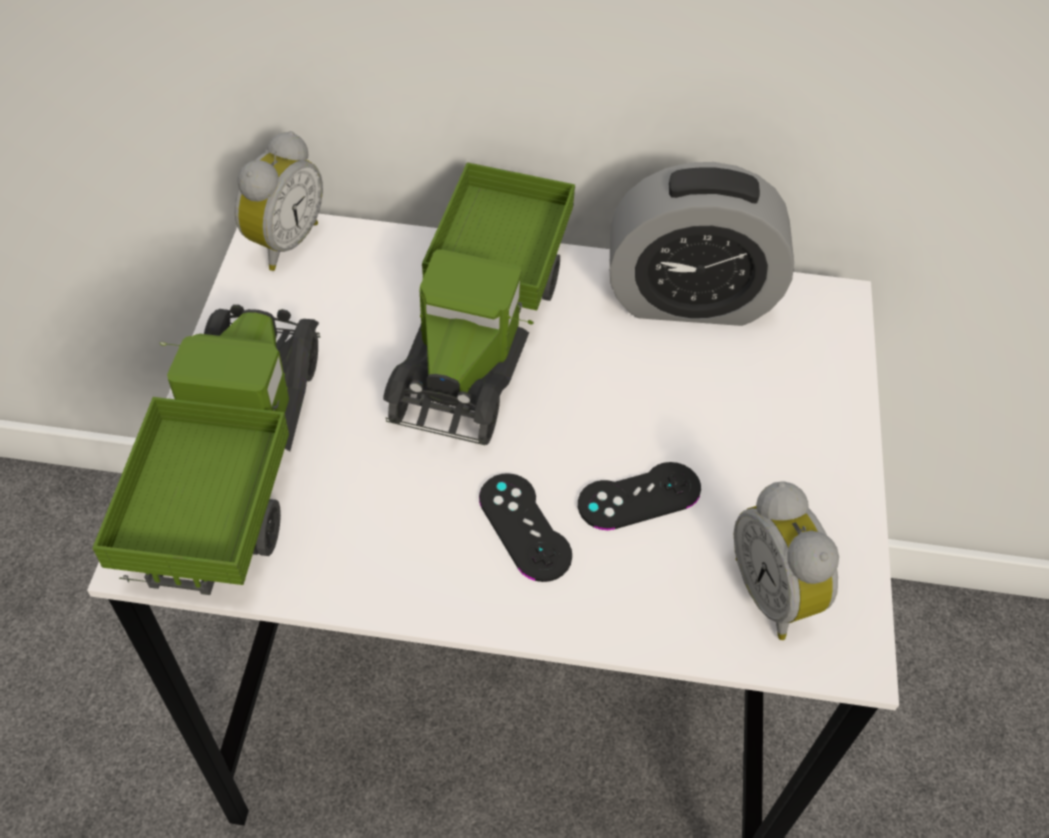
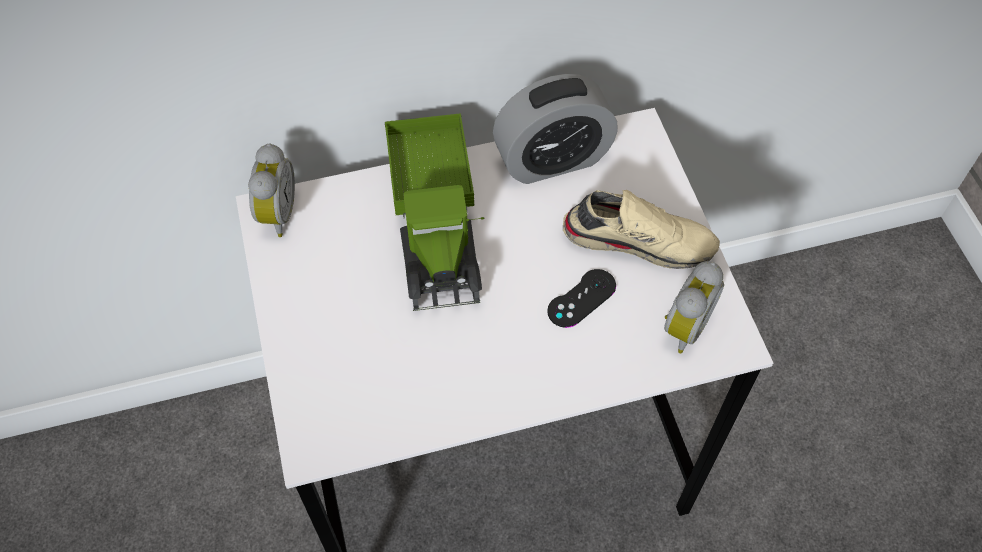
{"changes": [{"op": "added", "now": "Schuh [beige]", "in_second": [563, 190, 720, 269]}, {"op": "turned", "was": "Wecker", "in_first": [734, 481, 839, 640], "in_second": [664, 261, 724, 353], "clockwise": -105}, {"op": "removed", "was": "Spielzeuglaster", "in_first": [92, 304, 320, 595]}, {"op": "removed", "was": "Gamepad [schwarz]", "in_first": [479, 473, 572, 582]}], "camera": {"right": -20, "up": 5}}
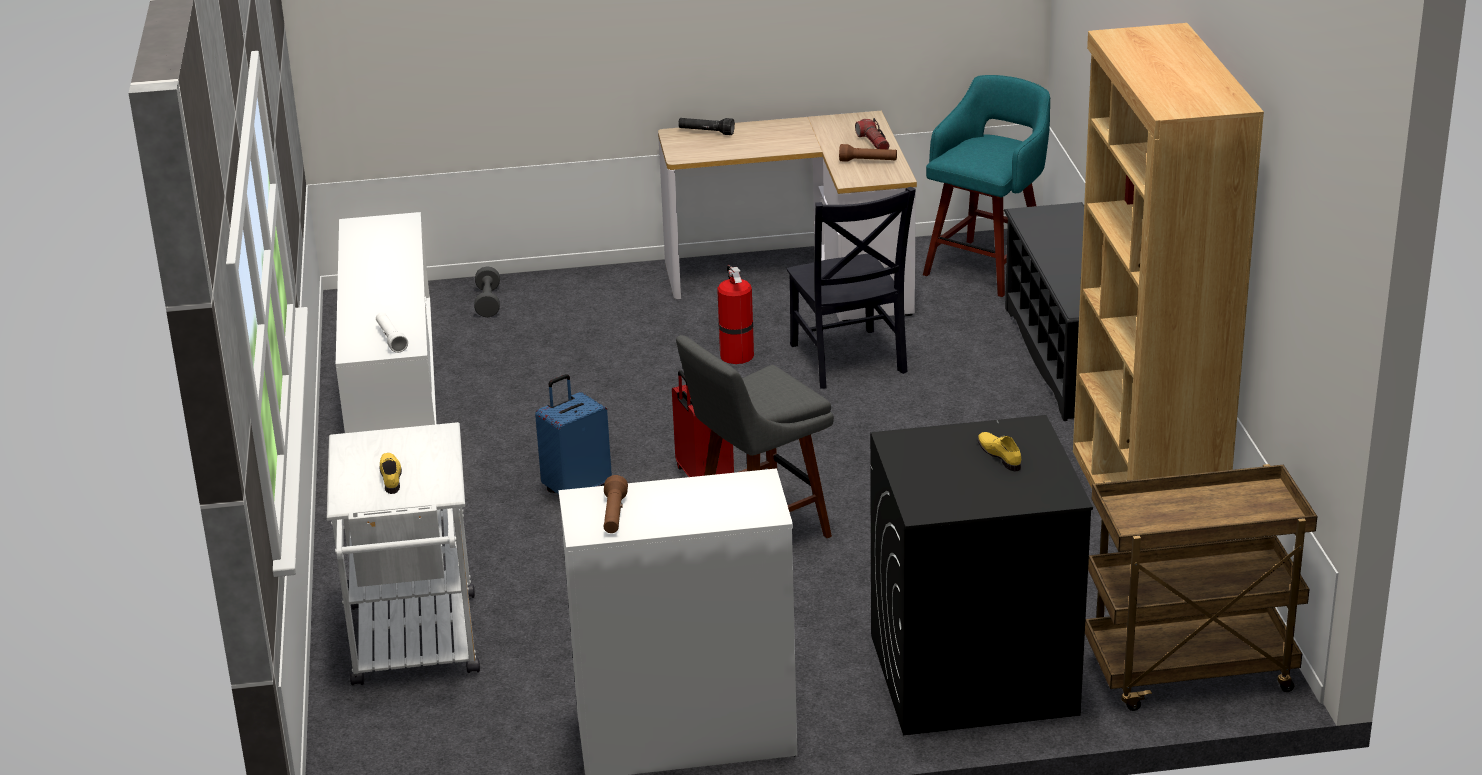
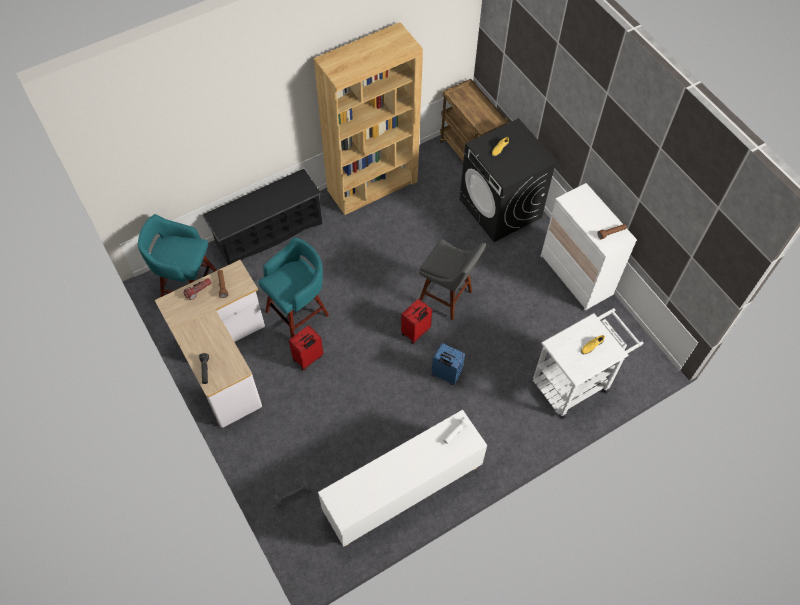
{"changes": [{"op": "replaced", "was": "Stuhl [schwarz]", "now": "Hocker [türkis]", "in_first": [786, 187, 916, 389], "in_second": [258, 237, 329, 338]}, {"op": "replaced", "was": "Feuerlöscher", "now": "Koffer [rot]", "in_first": [717, 265, 754, 364], "in_second": [289, 325, 323, 371]}], "camera": {"right": -115, "up": 30}}
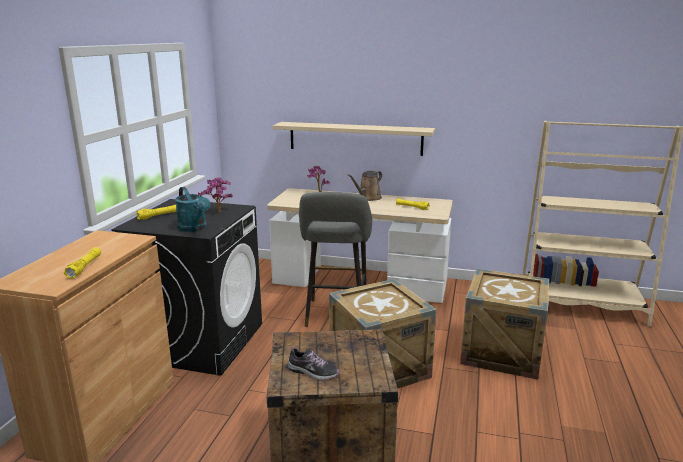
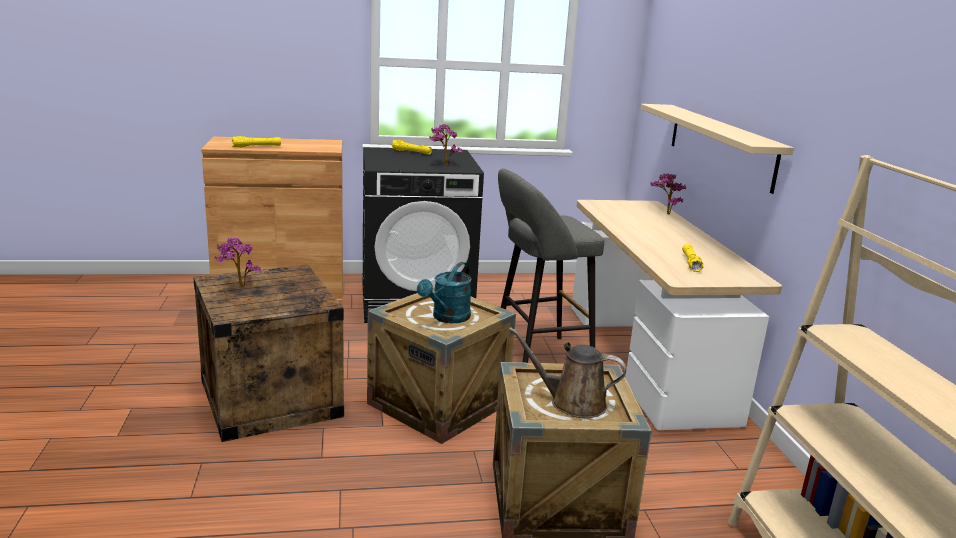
{"changes": [{"op": "replaced", "was": "Schuh", "now": "Topfpflanze", "in_first": [288, 346, 340, 380], "in_second": [214, 238, 261, 287]}, {"op": "moved", "was": "Gießkanne [türkis]", "in_first": [175, 187, 210, 232], "in_second": [417, 262, 472, 323]}, {"op": "moved", "was": "Gießkanne [braun]", "in_first": [348, 171, 382, 201], "in_second": [509, 327, 626, 418]}], "camera": {"right": 65, "up": 0}}
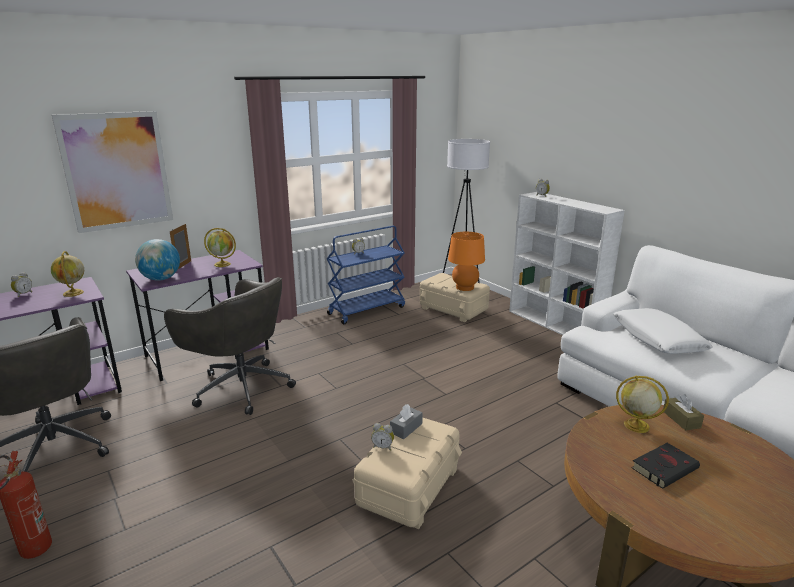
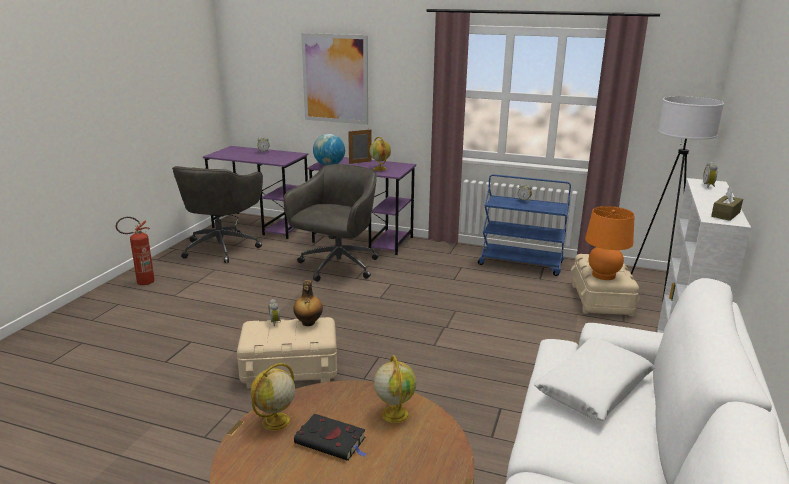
{"changes": [{"op": "moved", "was": "Globus", "in_first": [51, 251, 84, 297], "in_second": [251, 363, 295, 431]}, {"op": "turned", "was": "Bürostuhl [grau]", "in_first": [164, 277, 296, 415], "in_second": [283, 164, 378, 282], "clockwise": -150}, {"op": "replaced", "was": "Taschentuchbox [grau]", "now": "Flasche", "in_first": [390, 404, 423, 439], "in_second": [293, 280, 323, 326]}, {"op": "moved", "was": "Taschentuchbox [braun]", "in_first": [663, 394, 704, 431], "in_second": [711, 187, 743, 221]}], "camera": {"right": 55, "up": 0}}
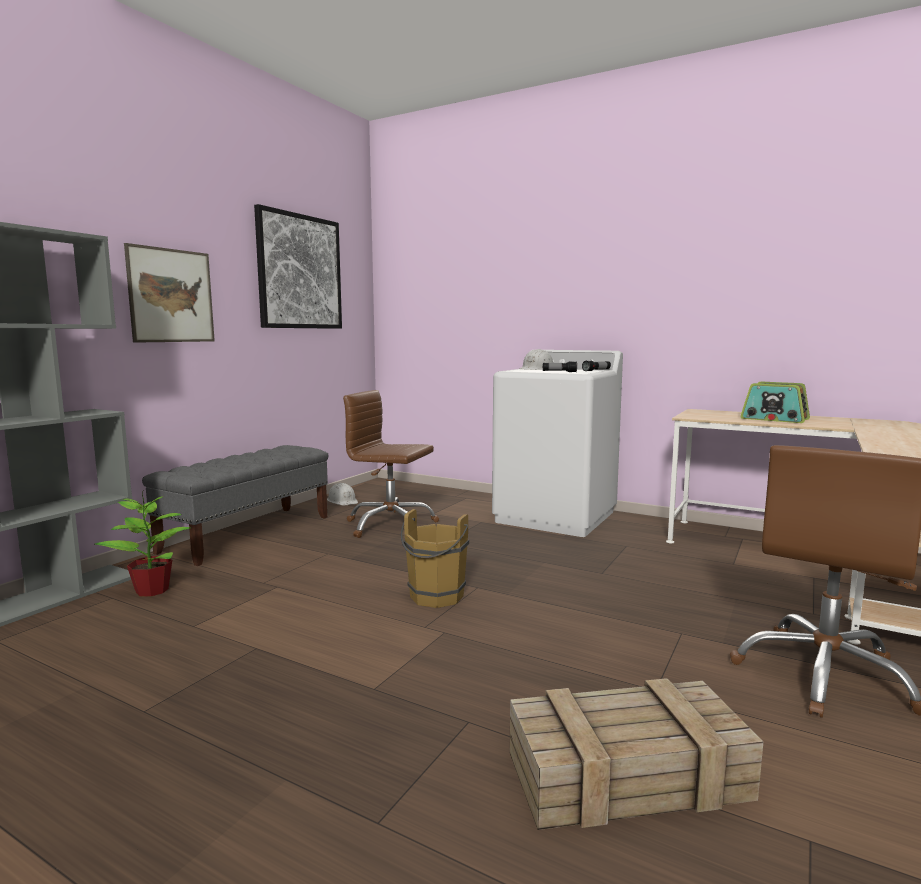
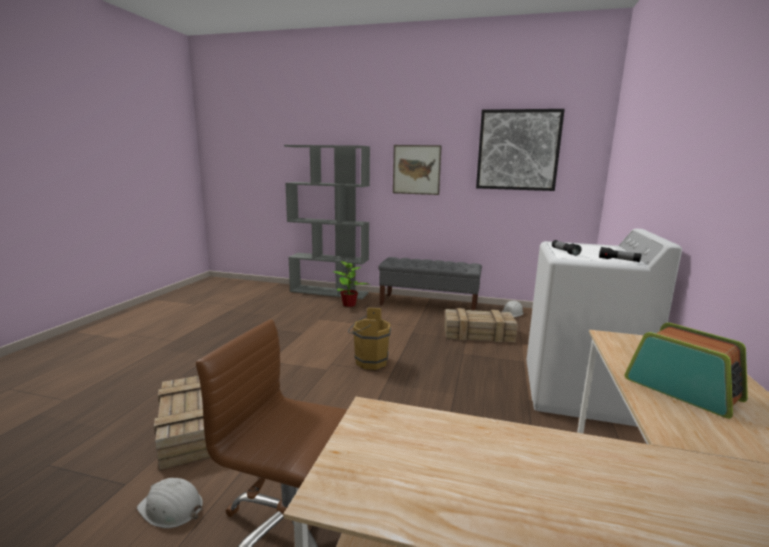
{"changes": [{"op": "moved", "was": "Schutzhelm [weiß]", "in_first": [519, 349, 553, 370], "in_second": [137, 478, 203, 528]}, {"op": "replaced", "was": "Bürostuhl [braun]", "now": "Kiste", "in_first": [343, 390, 439, 538], "in_second": [444, 308, 518, 342]}, {"op": "turned", "was": "Radio", "in_first": [740, 381, 810, 423], "in_second": [625, 322, 748, 419], "clockwise": 120}], "camera": {"right": 75, "up": 5}}
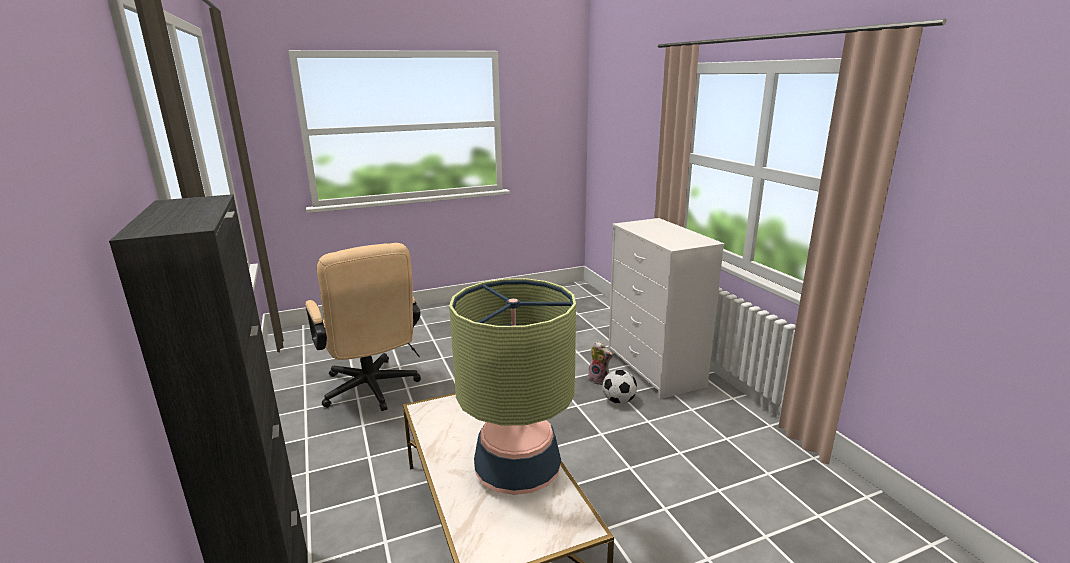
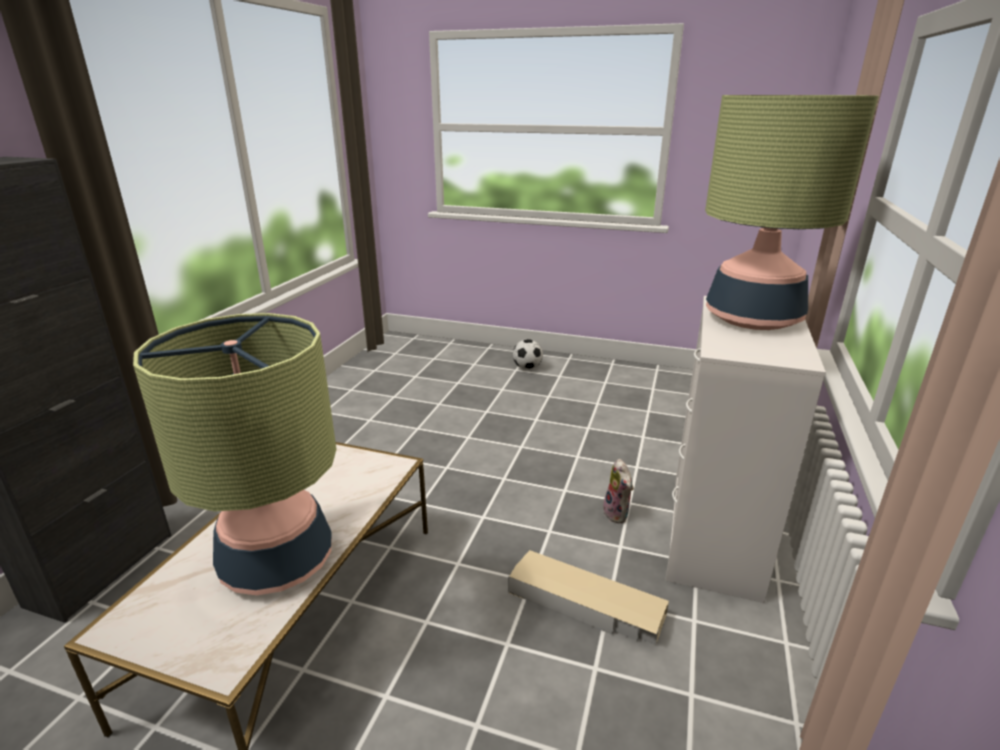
{"changes": [{"op": "added", "now": "Aufbewahrungsbox [beige]", "in_second": [508, 550, 669, 645]}, {"op": "moved", "was": "Fußball", "in_first": [603, 370, 637, 404], "in_second": [513, 339, 543, 370]}, {"op": "added", "now": "Tischlampe", "in_second": [705, 95, 879, 330]}, {"op": "removed", "was": "Bürostuhl [beige]", "in_first": [305, 243, 421, 411]}], "camera": {"right": 40, "up": 5}}
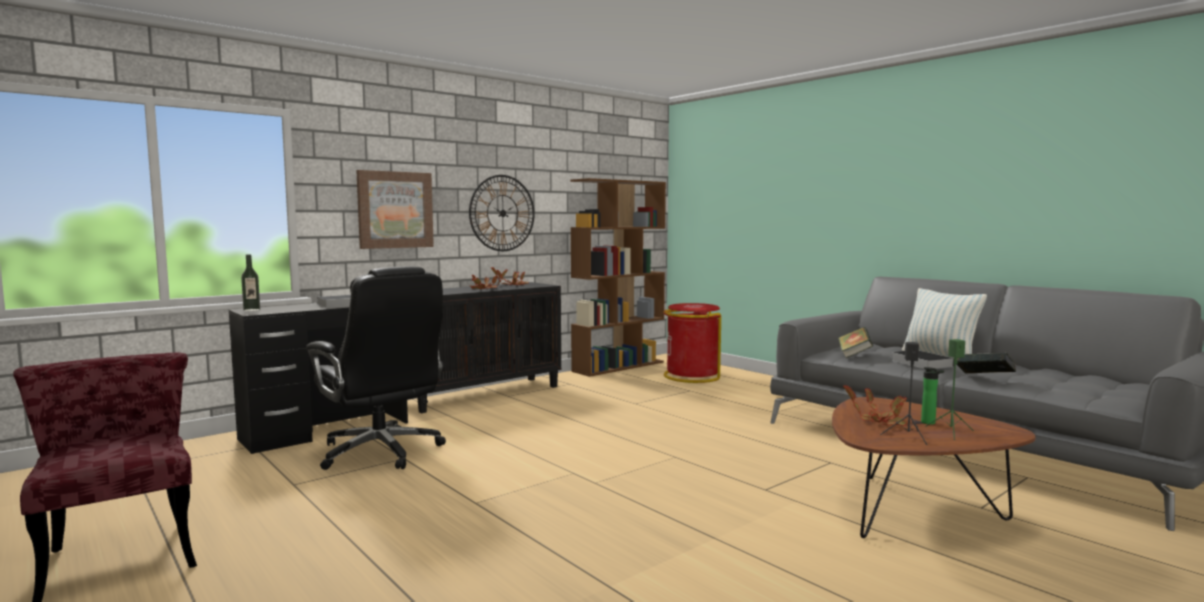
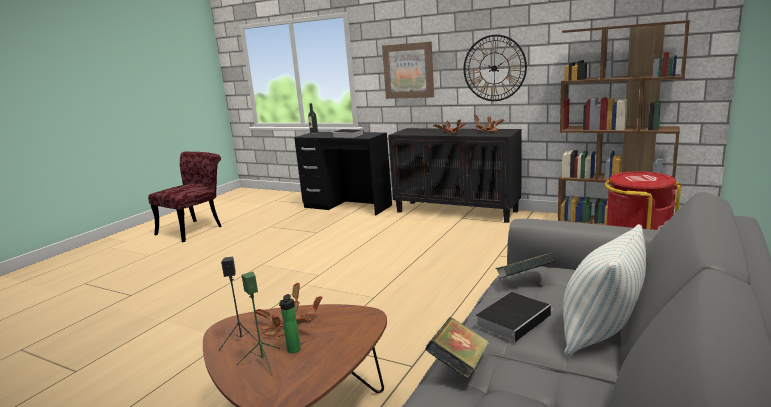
{"changes": [{"op": "removed", "was": "Bürostuhl [schwarz]", "in_first": [306, 266, 446, 470]}], "camera": {"right": 70, "up": 10}}
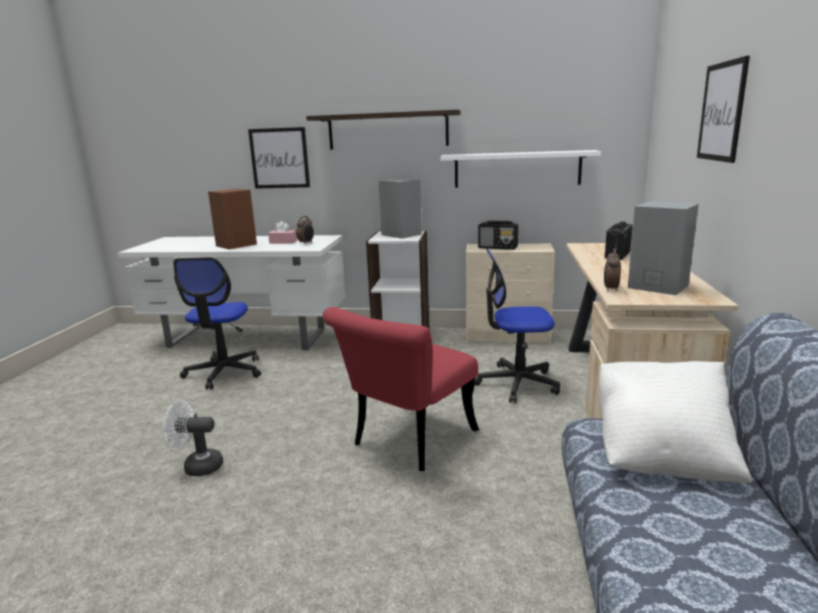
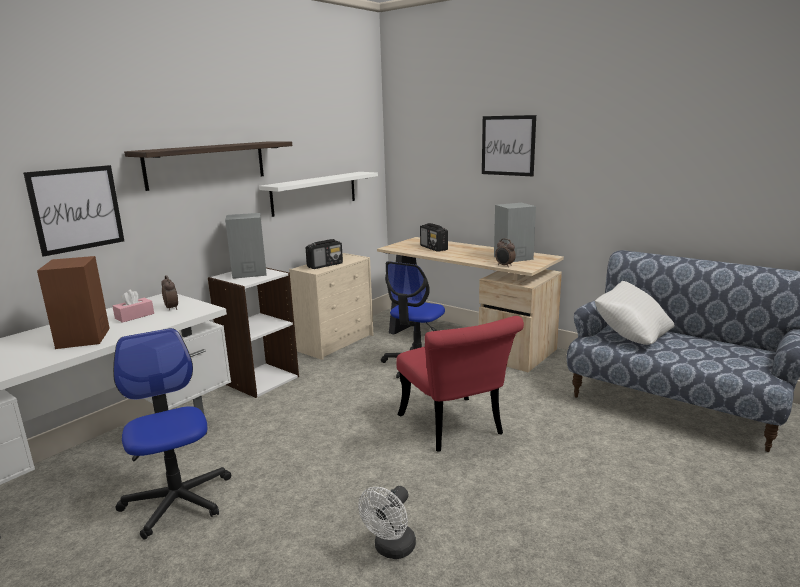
{"changes": [{"op": "turned", "was": "Bürostuhl", "in_first": [173, 257, 261, 390], "in_second": [113, 328, 231, 540], "clockwise": -150}], "camera": {"right": -60, "up": 0}}
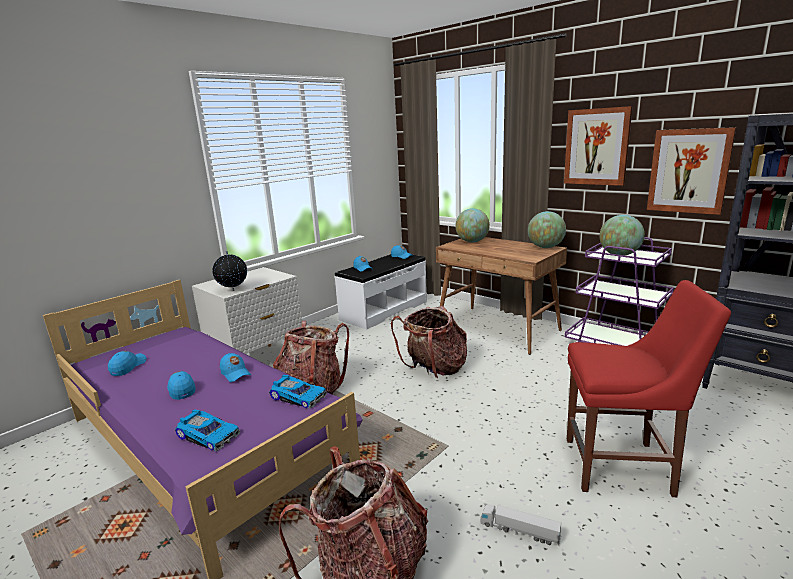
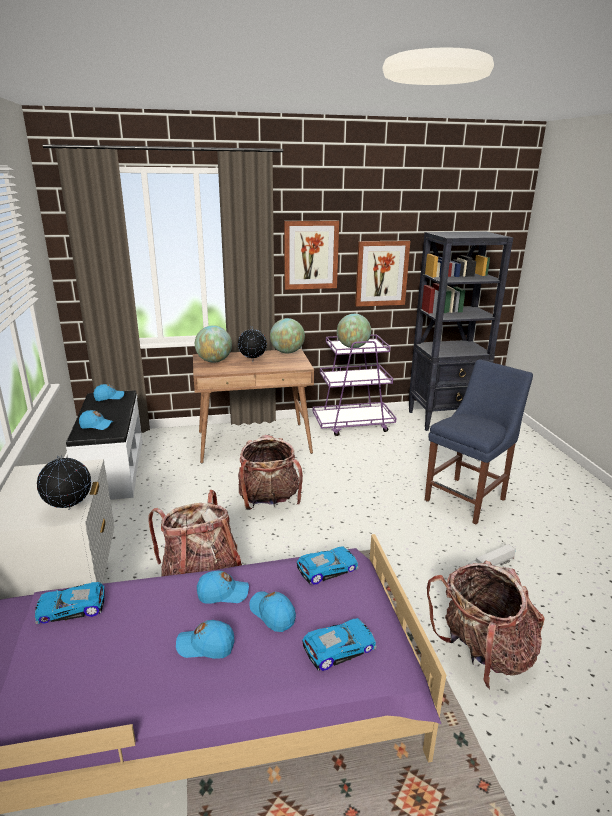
{"changes": [{"op": "added", "now": "Spielzeugauto", "in_second": [35, 582, 105, 624]}, {"op": "added", "now": "Globus", "in_second": [238, 329, 267, 362]}, {"op": "moved", "was": "Kappe [blau]", "in_first": [108, 351, 146, 376], "in_second": [249, 591, 296, 632]}, {"op": "recoloured", "was": "Stuhl [rot]", "now": "Stuhl [blau]", "in_first": [567, 280, 731, 497], "in_second": [425, 359, 533, 524]}], "camera": {"right": -55, "up": 5}}
